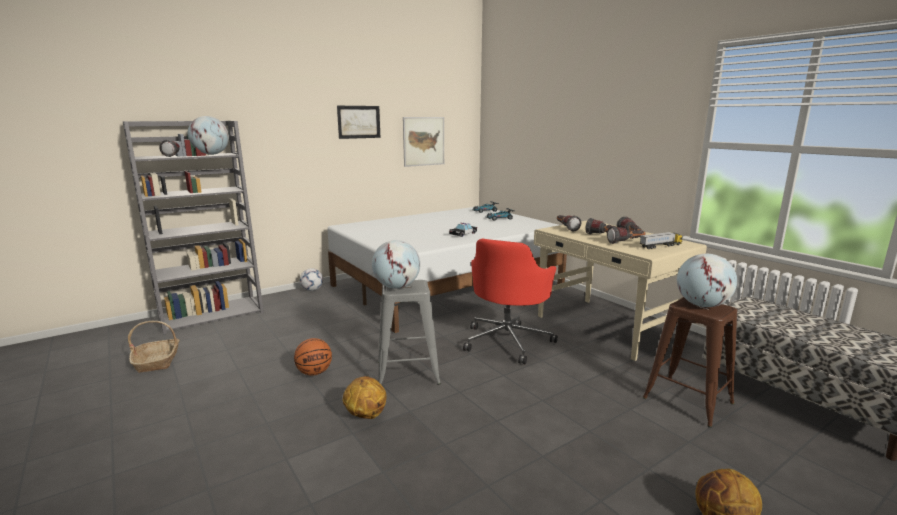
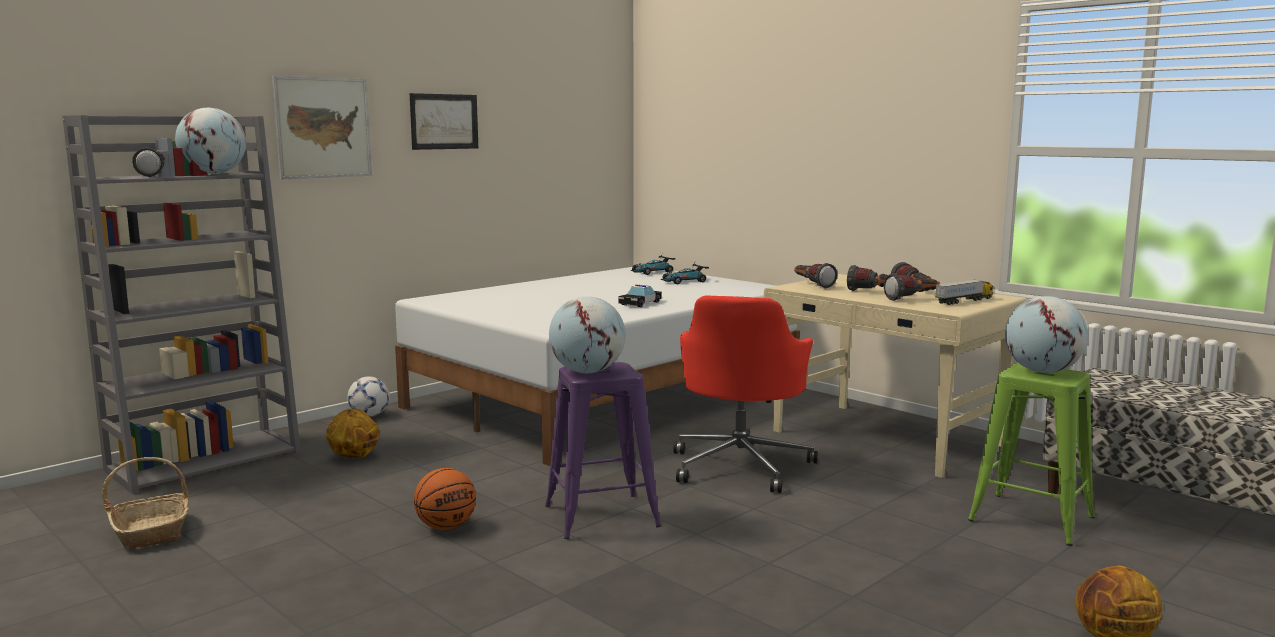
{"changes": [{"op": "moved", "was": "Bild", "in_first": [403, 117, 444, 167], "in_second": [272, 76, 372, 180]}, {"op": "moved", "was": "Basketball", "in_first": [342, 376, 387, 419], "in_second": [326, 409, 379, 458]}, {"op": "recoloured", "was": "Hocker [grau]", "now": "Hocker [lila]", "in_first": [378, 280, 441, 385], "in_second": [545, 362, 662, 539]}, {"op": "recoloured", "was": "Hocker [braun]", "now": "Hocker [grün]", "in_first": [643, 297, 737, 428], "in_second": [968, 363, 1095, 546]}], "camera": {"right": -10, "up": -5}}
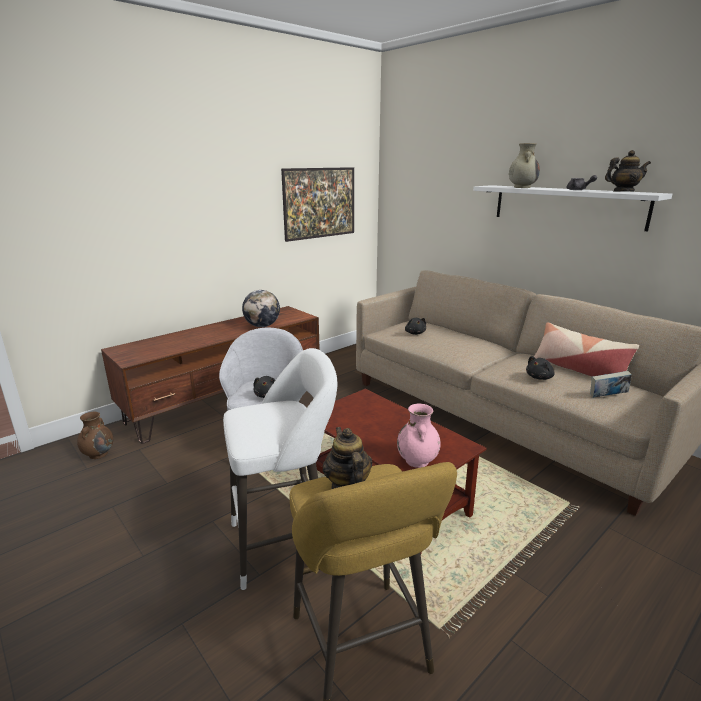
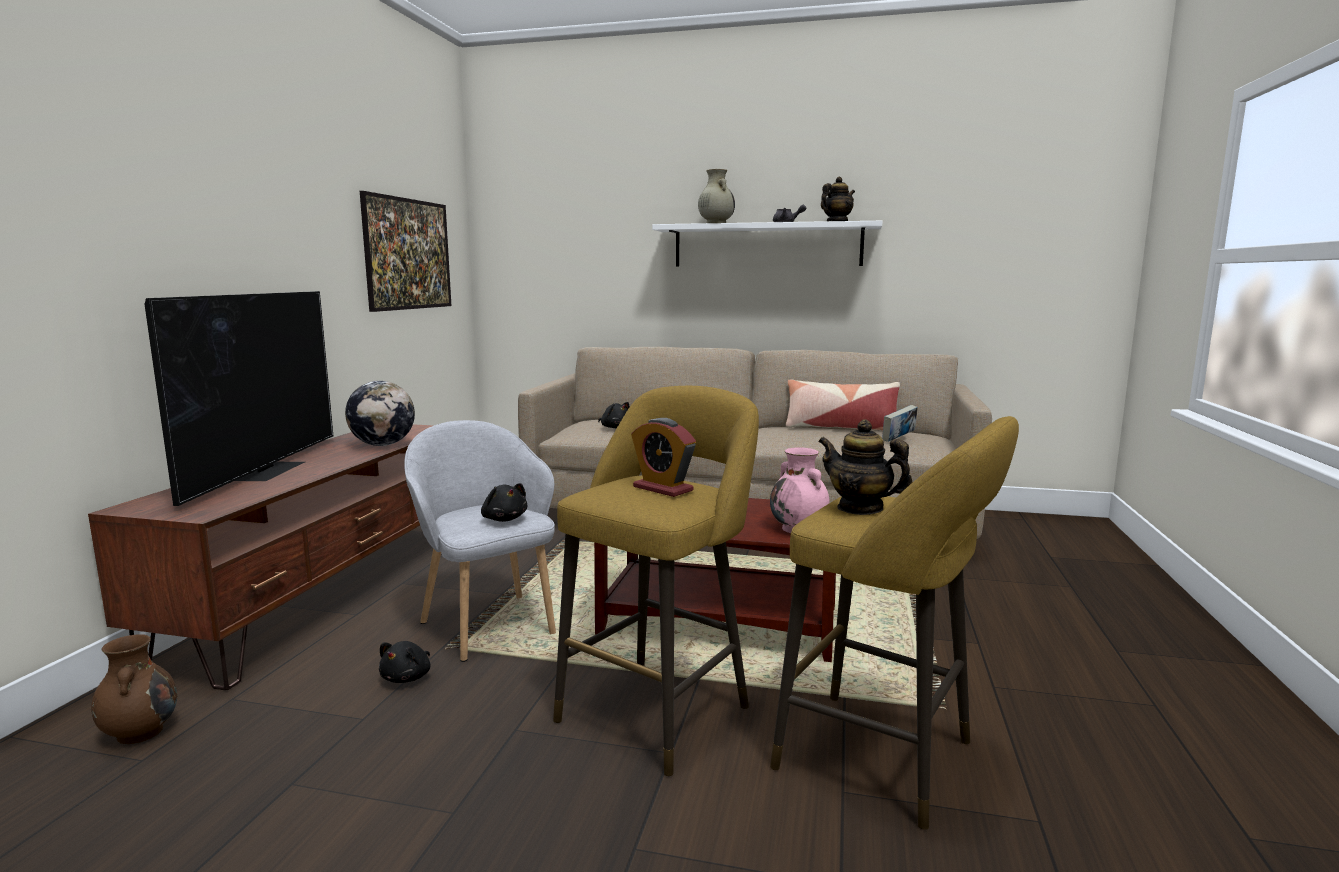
{"changes": [{"op": "added", "now": "Fernseher", "in_second": [145, 291, 333, 506]}, {"op": "moved", "was": "Plüschtier [schwarz]", "in_first": [526, 356, 555, 380], "in_second": [379, 641, 431, 683]}, {"op": "recoloured", "was": "Hocker [weiß]", "now": "Hocker [gelb]", "in_first": [223, 348, 338, 590], "in_second": [553, 386, 759, 776]}, {"op": "added", "now": "Wecker", "in_second": [631, 418, 696, 497]}], "camera": {"right": -35, "up": -10}}
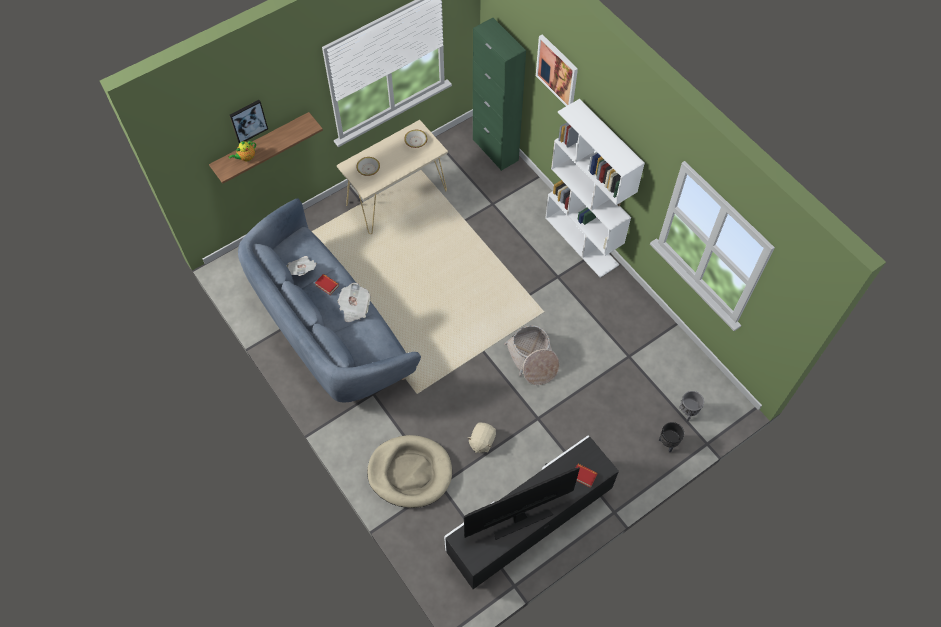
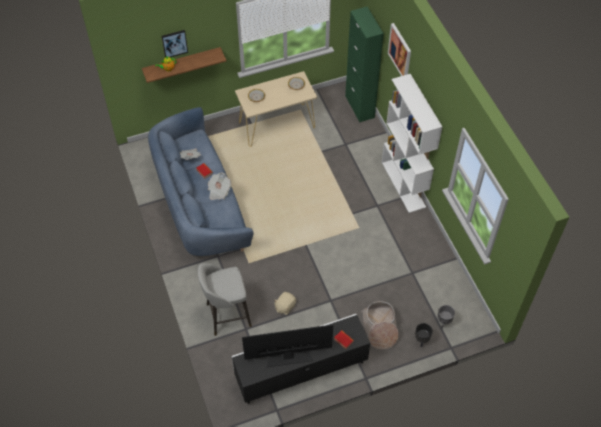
{"changes": [{"op": "replaced", "was": "Hundebett [beige]", "now": "Hocker [grau]", "in_first": [367, 435, 452, 508], "in_second": [198, 263, 252, 336]}, {"op": "moved", "was": "Korb", "in_first": [504, 325, 559, 385], "in_second": [361, 301, 399, 349]}], "camera": {"right": 15, "up": -5}}
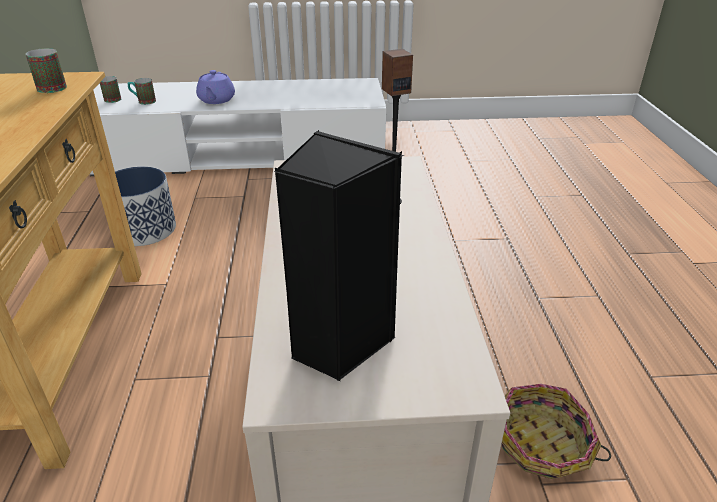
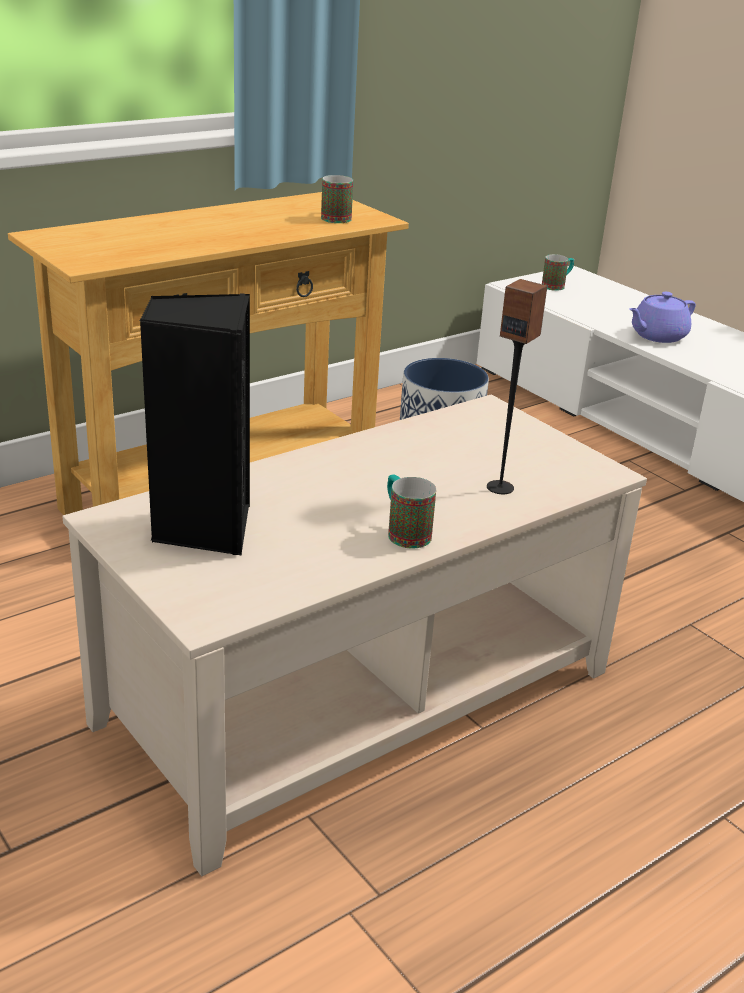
{"changes": [{"op": "moved", "was": "Henkelbecher", "in_first": [127, 78, 156, 105], "in_second": [387, 475, 436, 548]}, {"op": "removed", "was": "Korb", "in_first": [502, 384, 611, 479]}], "camera": {"right": 55, "up": -5}}
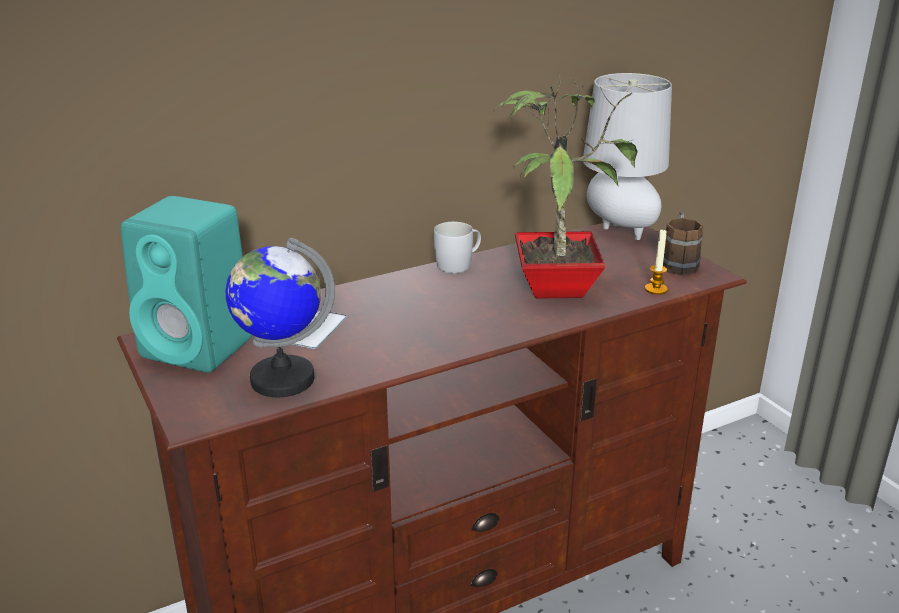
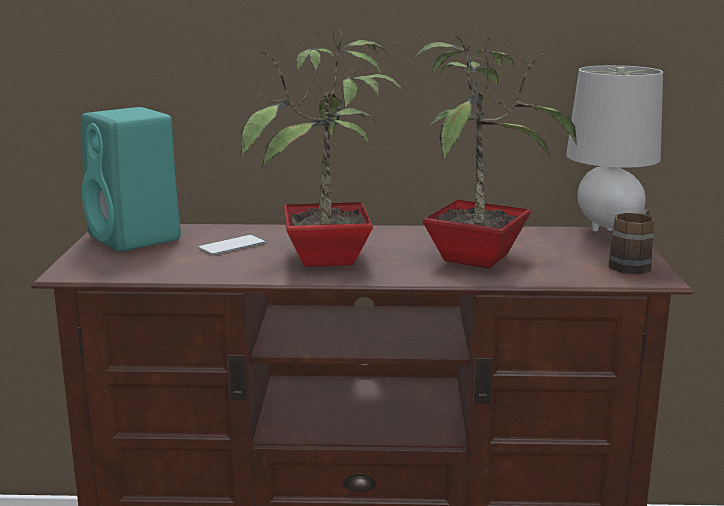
{"changes": [{"op": "added", "now": "Topfpflanze", "in_second": [240, 29, 402, 267]}, {"op": "removed", "was": "Globus", "in_first": [226, 238, 335, 397]}, {"op": "removed", "was": "Henkelbecher [weiß]", "in_first": [434, 222, 481, 274]}, {"op": "removed", "was": "Kerze", "in_first": [645, 228, 668, 295]}], "camera": {"right": 30, "up": -10}}
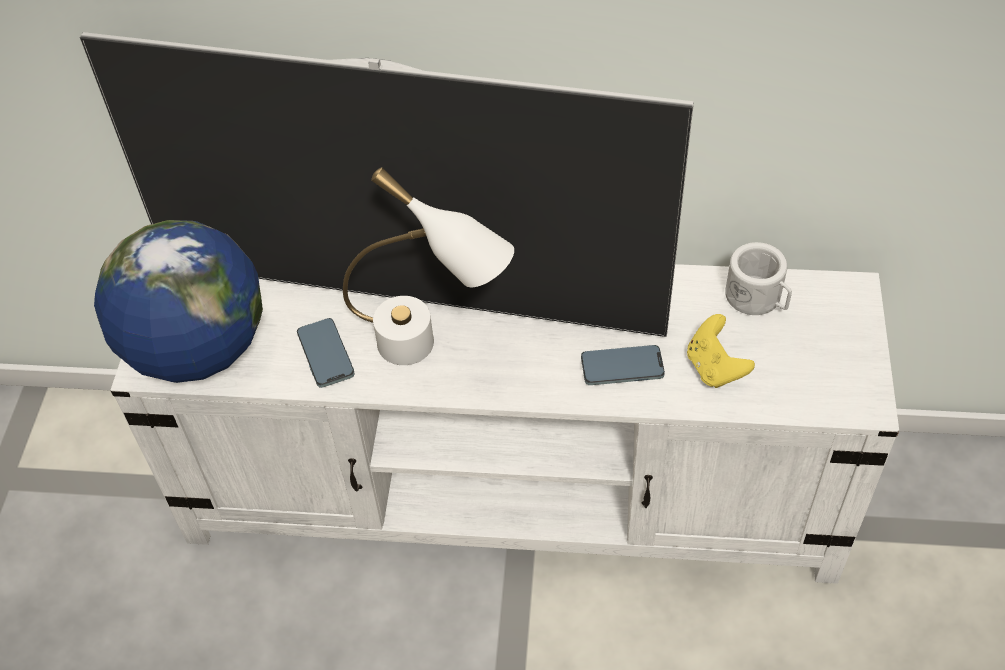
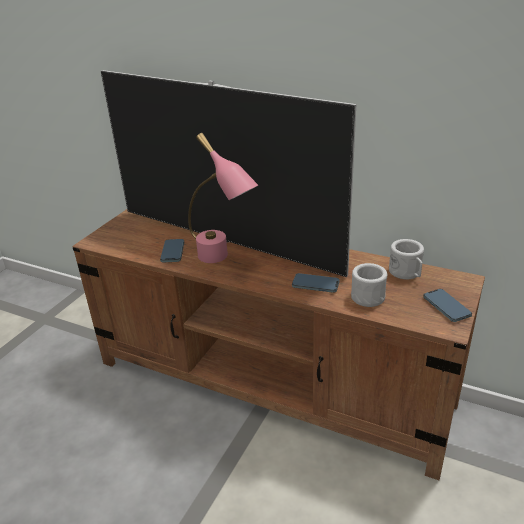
{"changes": [{"op": "recoloured", "was": "Fernsehschrank [weiß]", "now": "Fernsehschrank [braun]", "in_first": [110, 264, 899, 584], "in_second": [72, 209, 485, 480]}, {"op": "recoloured", "was": "Tischlampe [weiß]", "now": "Tischlampe [rosa]", "in_first": [343, 167, 514, 365], "in_second": [188, 133, 259, 263]}, {"op": "replaced", "was": "Gamepad [gelb]", "now": "Henkelbecher [weiß]", "in_first": [687, 314, 755, 388], "in_second": [351, 263, 387, 307]}, {"op": "added", "now": "Handy", "in_second": [423, 289, 472, 322]}, {"op": "removed", "was": "Globus", "in_first": [94, 220, 263, 383]}], "camera": {"right": 20, "up": -20}}
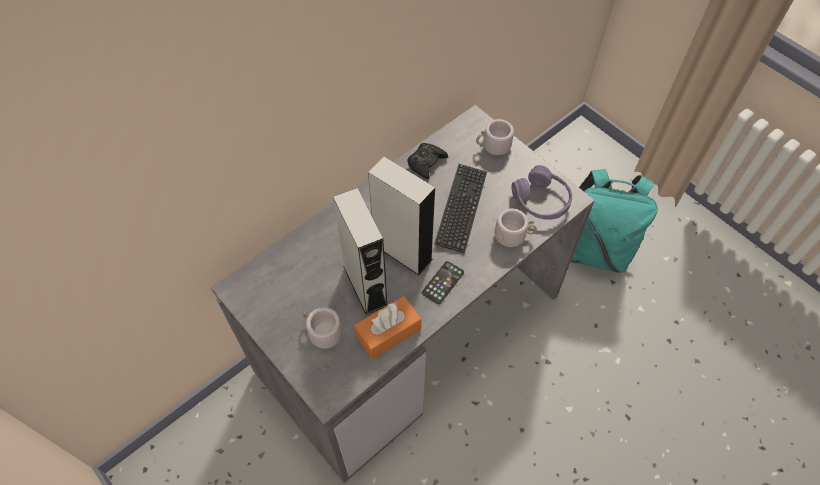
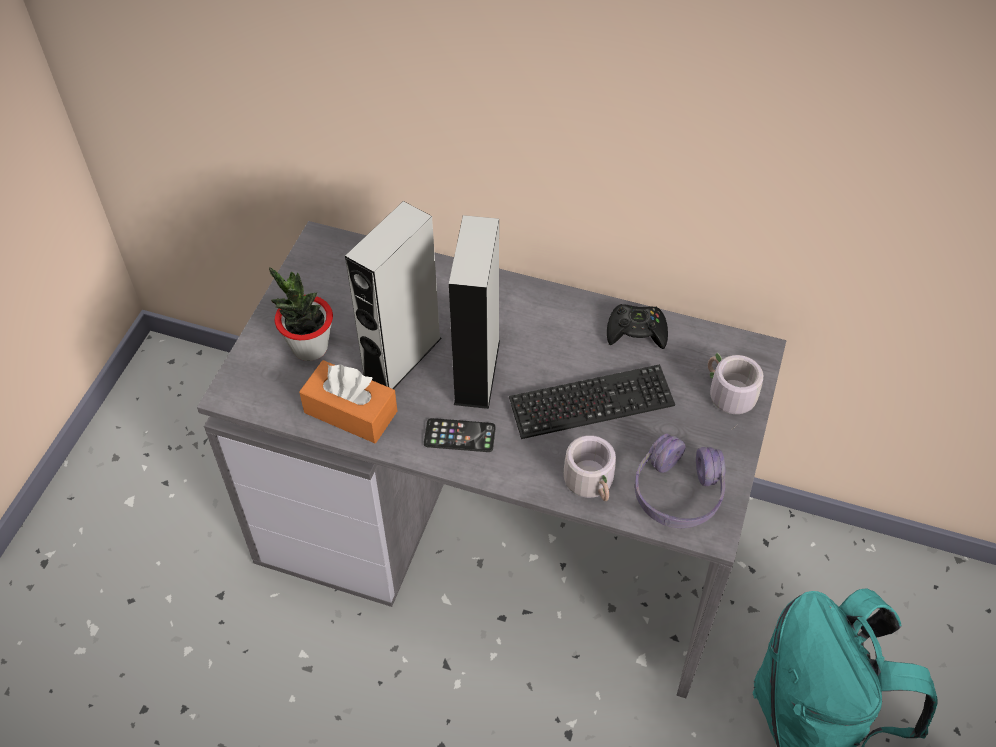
{"changes": [{"op": "replaced", "was": "Henkelbecher [grau]", "now": "Topfpflanze", "in_first": [302, 307, 342, 357], "in_second": [269, 267, 333, 361]}], "camera": {"right": 60, "up": -5}}
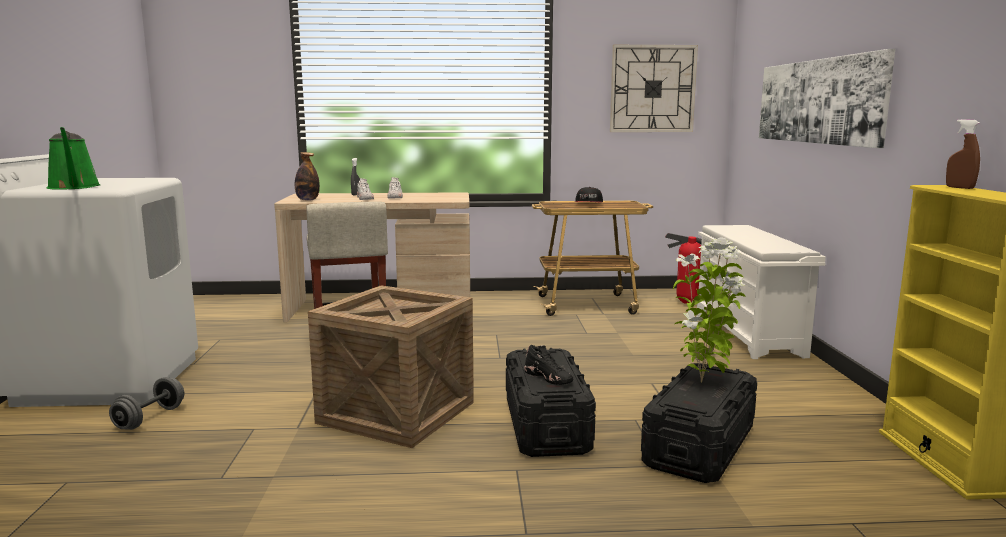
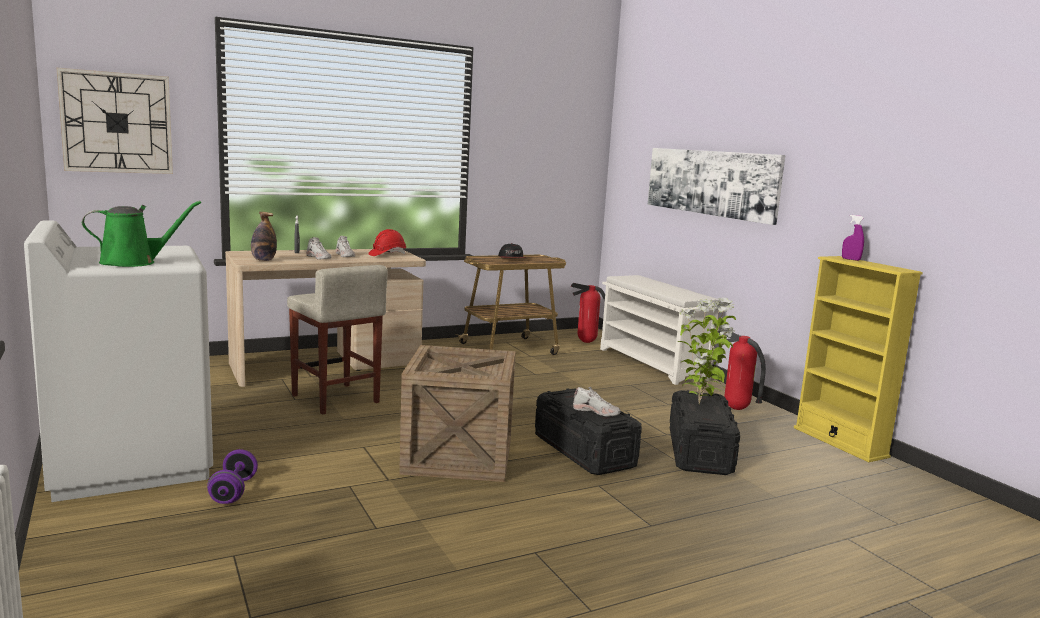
{"changes": [{"op": "moved", "was": "Wanduhr", "in_first": [610, 45, 698, 132], "in_second": [56, 68, 173, 174]}, {"op": "turned", "was": "Gießkanne [grün]", "in_first": [47, 127, 101, 190], "in_second": [82, 201, 201, 267], "clockwise": -60}, {"op": "recoloured", "was": "Hantel [grau]", "now": "Hantel [lila]", "in_first": [109, 377, 184, 430], "in_second": [207, 449, 258, 504]}, {"op": "added", "now": "Schutzhelm [rot]", "in_second": [368, 229, 406, 256]}, {"op": "recoloured", "was": "Schuh [schwarz]", "now": "Schuh [weiß]", "in_first": [524, 345, 573, 385], "in_second": [573, 387, 621, 416]}, {"op": "added", "now": "Feuerlöscher", "in_second": [717, 330, 766, 410]}, {"op": "recoloured", "was": "Sprühflasche [braun]", "now": "Sprühflasche [lila]", "in_first": [946, 119, 980, 189], "in_second": [842, 215, 864, 261]}], "camera": {"right": -25, "up": 0}}
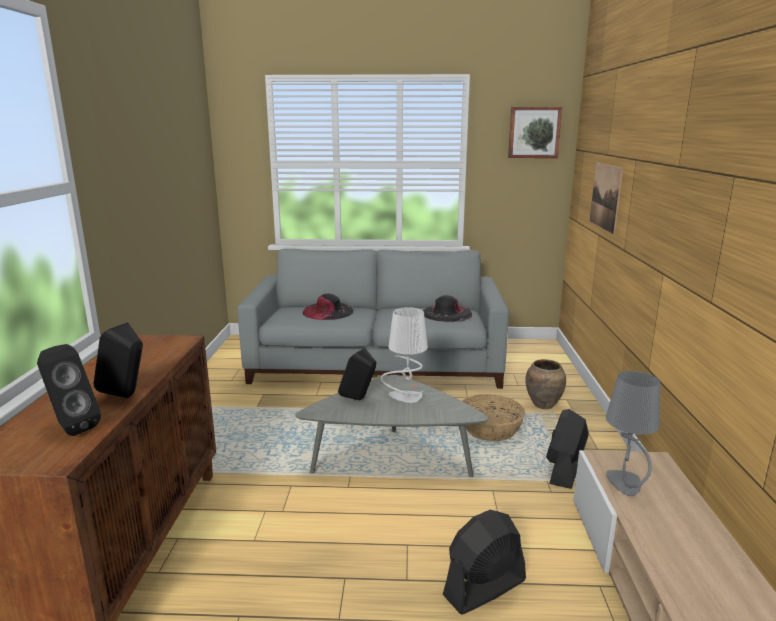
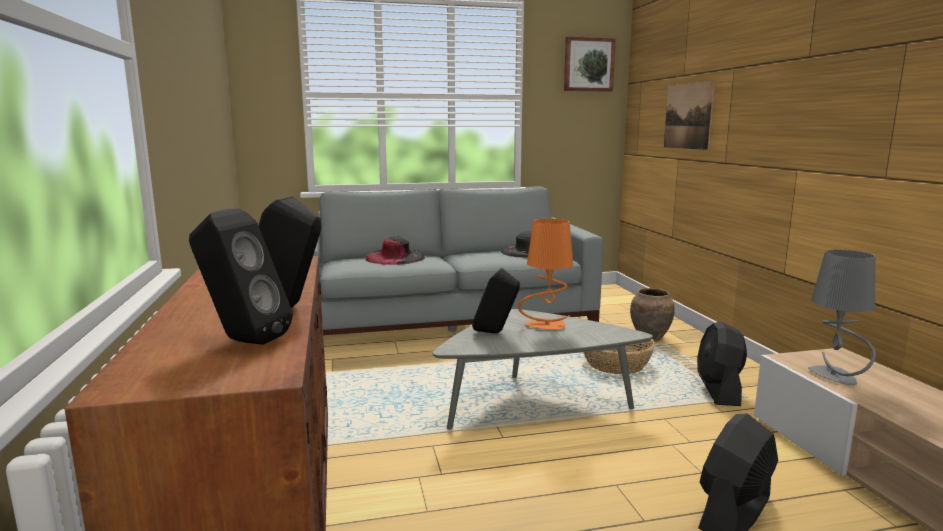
{"changes": [{"op": "recoloured", "was": "Tischlampe [grau]", "now": "Tischlampe [orange]", "in_first": [381, 307, 428, 403], "in_second": [518, 219, 573, 330]}], "camera": {"right": -15, "up": -5}}
